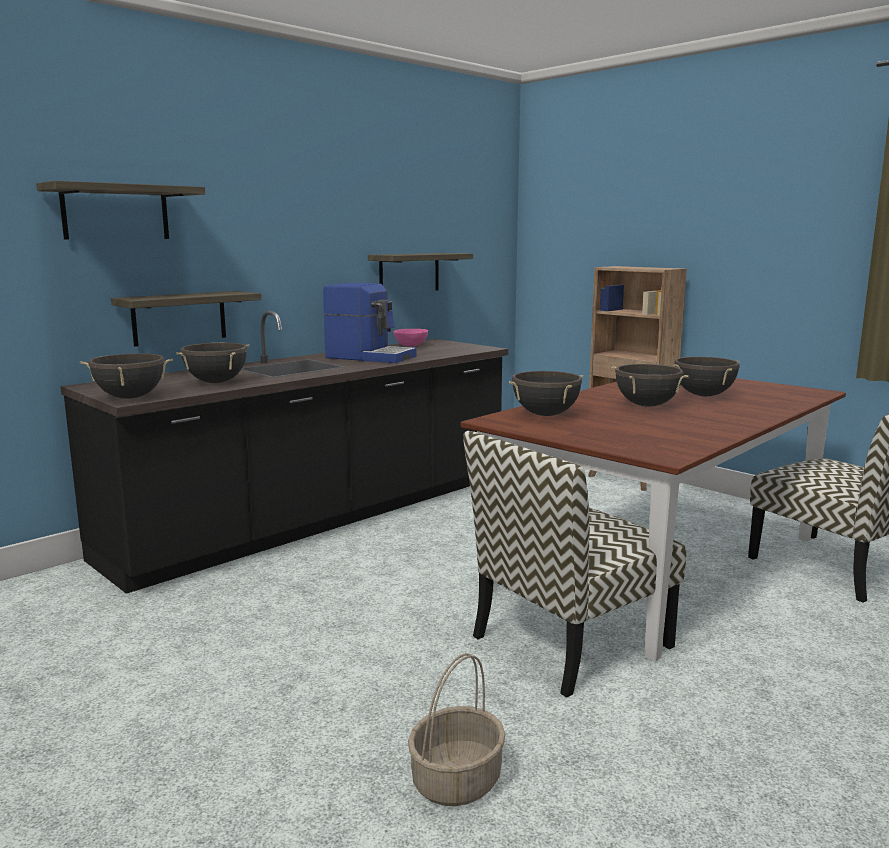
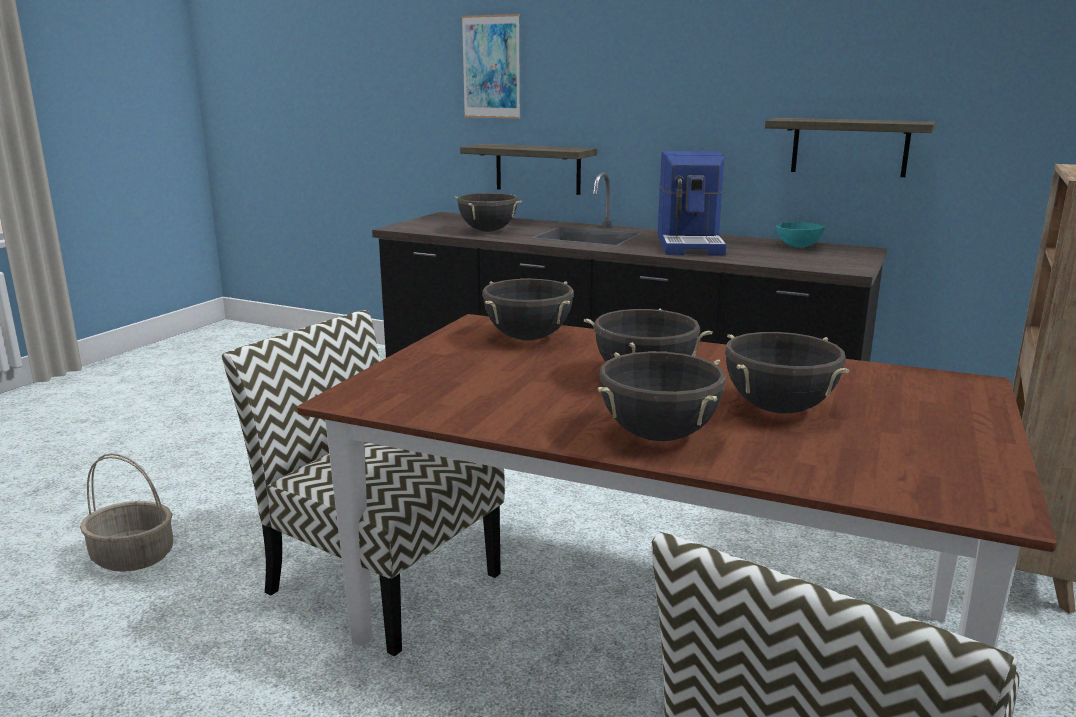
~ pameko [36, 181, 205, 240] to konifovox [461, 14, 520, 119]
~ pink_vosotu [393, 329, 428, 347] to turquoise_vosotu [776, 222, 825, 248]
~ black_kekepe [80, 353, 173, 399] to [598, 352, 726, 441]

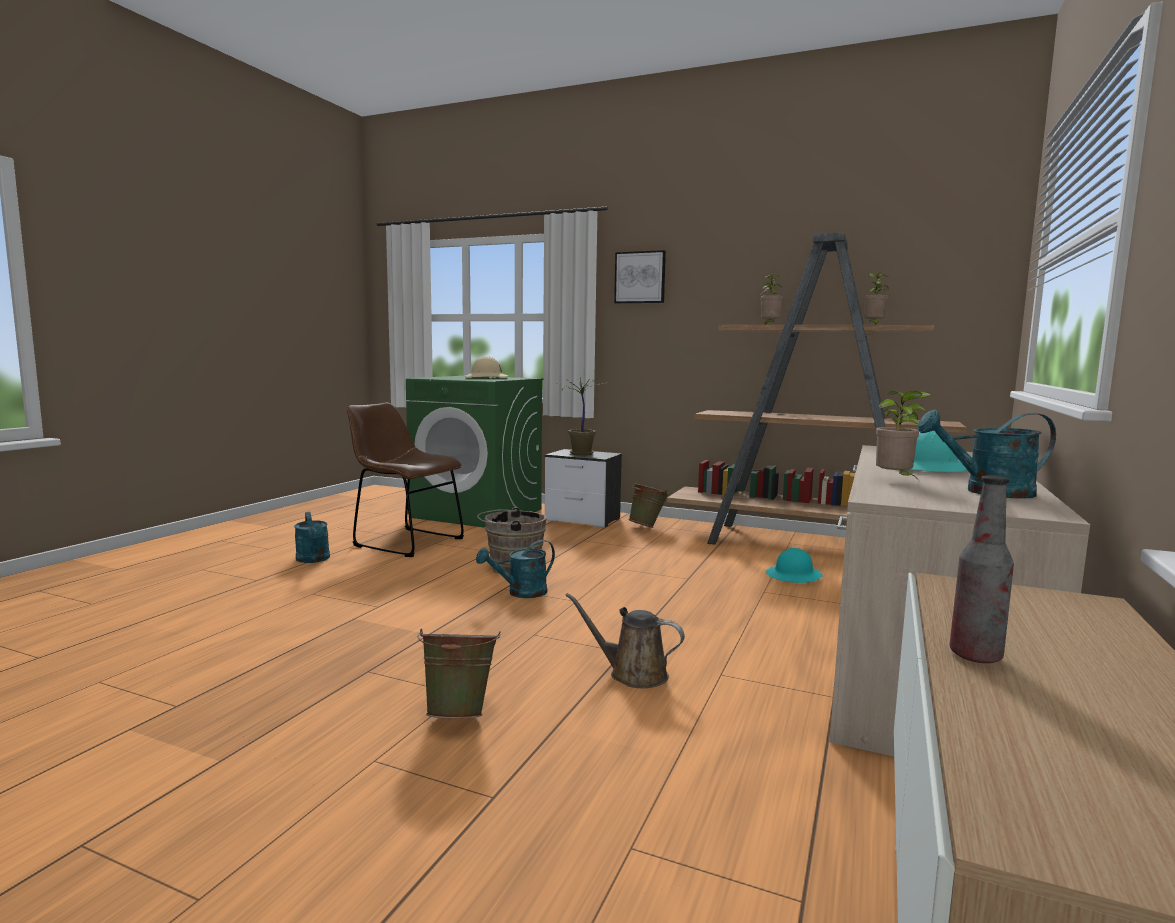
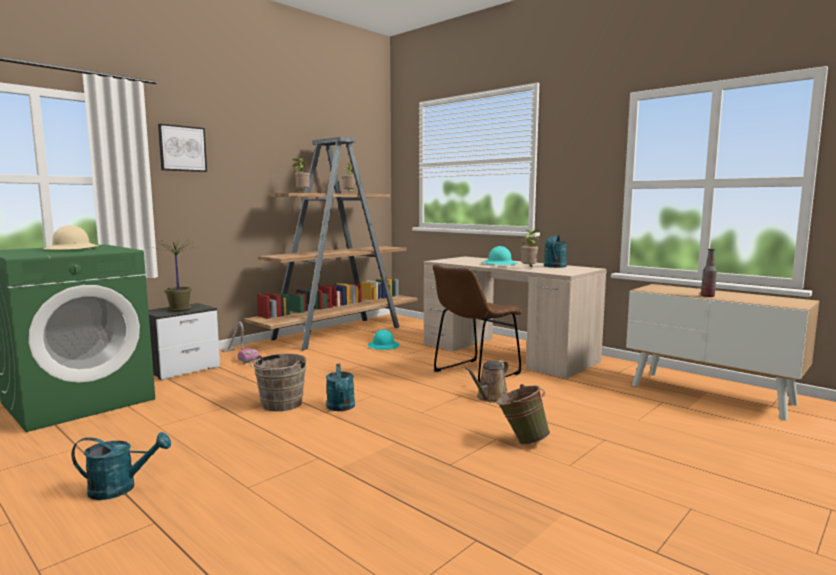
~ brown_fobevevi [347, 403, 464, 557] to [433, 264, 522, 383]
~ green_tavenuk [629, 484, 669, 528] to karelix [221, 322, 260, 364]

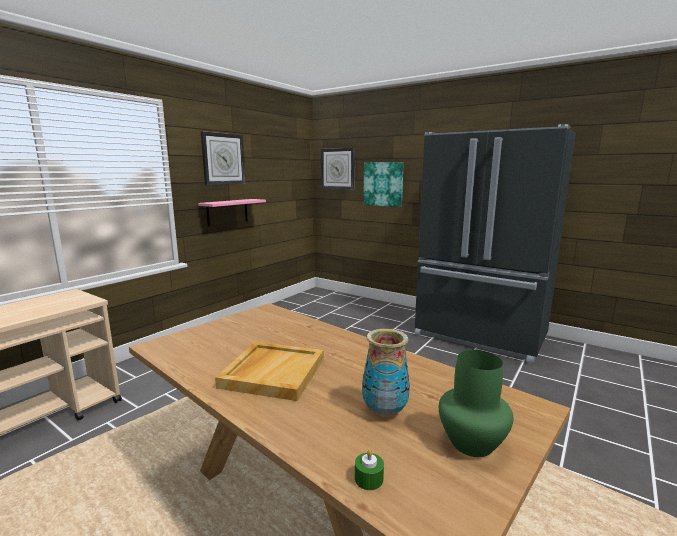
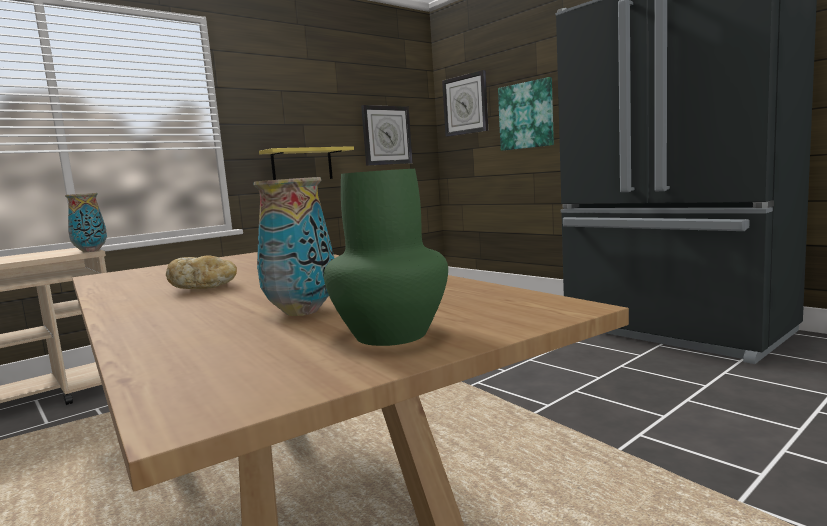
~ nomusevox [201, 131, 246, 185] to [361, 105, 413, 166]
~ pink_pameko [198, 199, 266, 226] to yellow_pameko [259, 146, 354, 180]
~ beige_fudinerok [215, 342, 324, 401] to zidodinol [166, 255, 237, 289]
- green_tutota [355, 449, 384, 490]
+ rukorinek [65, 193, 107, 252]

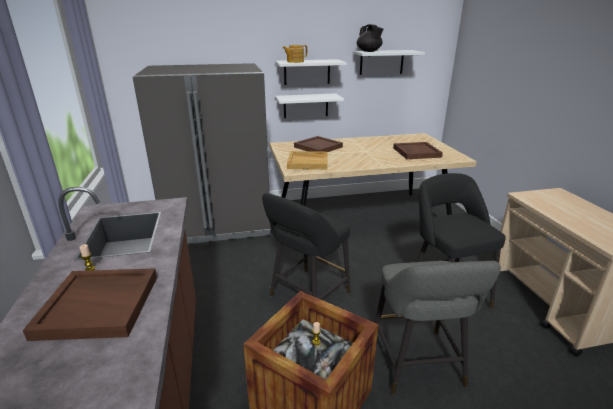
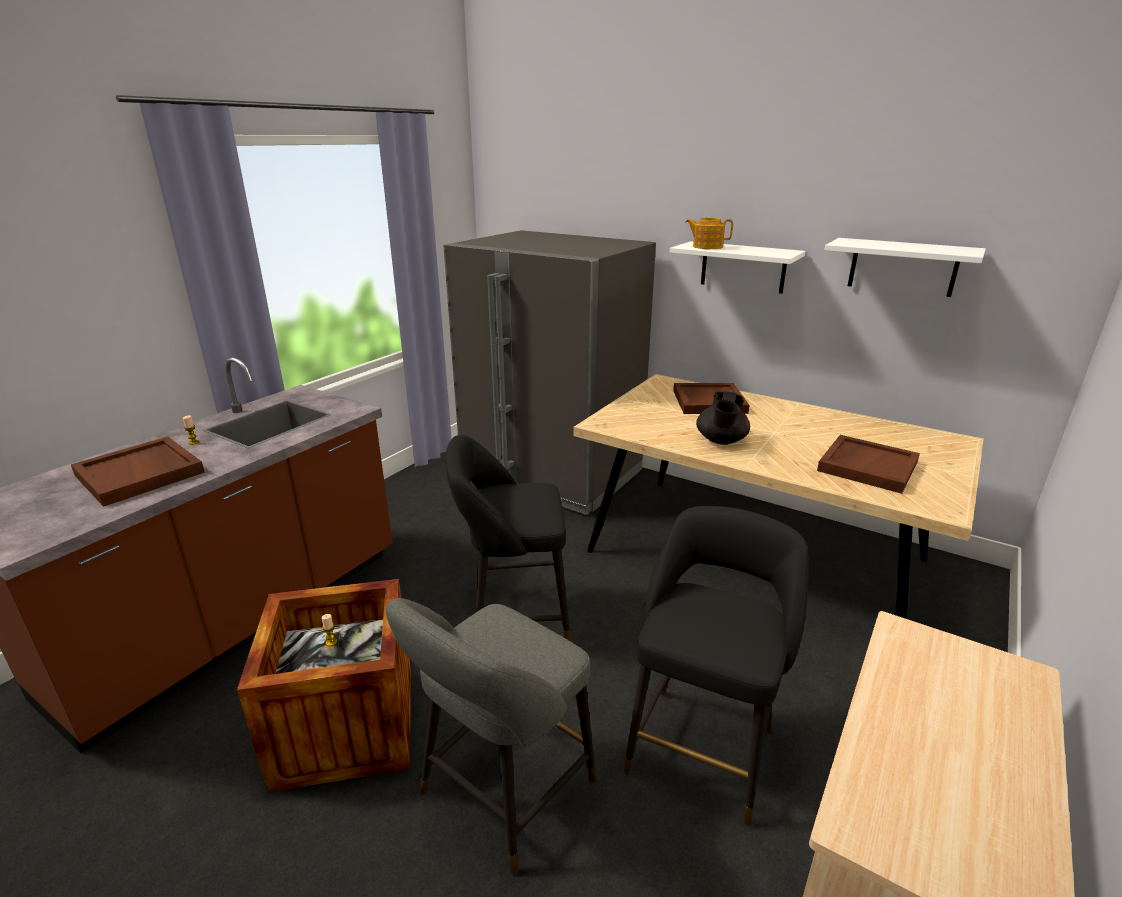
~ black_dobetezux [357, 24, 384, 52] to [696, 391, 750, 445]
- white_pameko [275, 93, 344, 118]
- beige_fudinerok [287, 151, 328, 170]

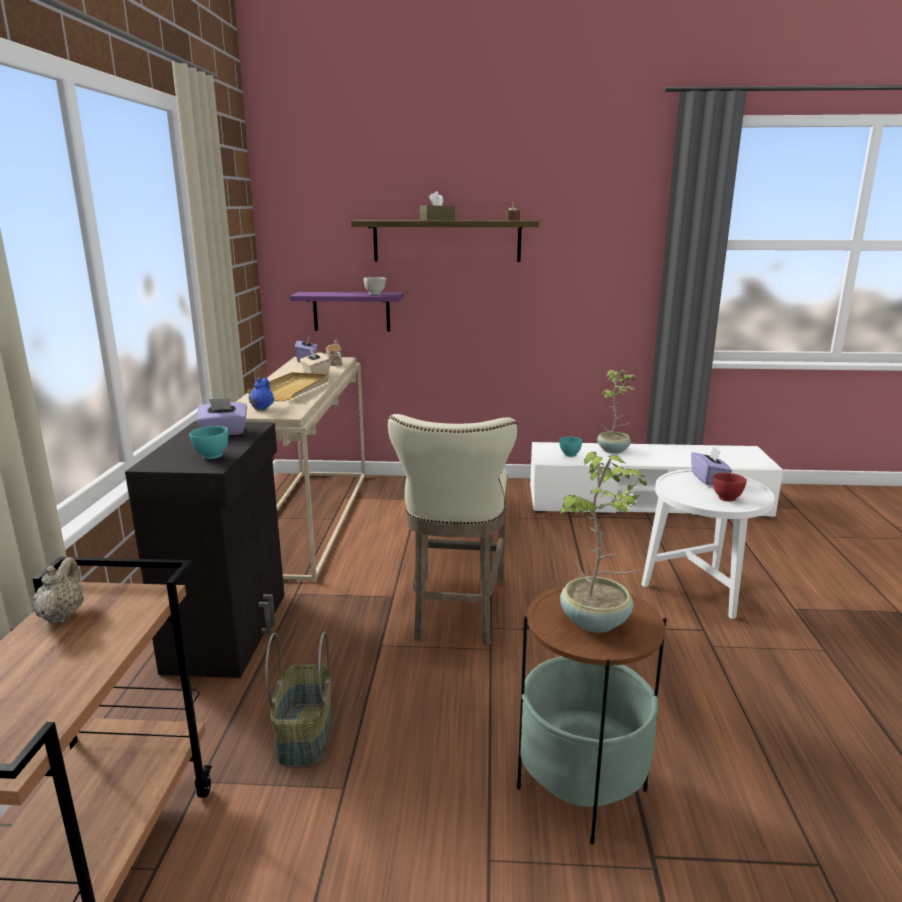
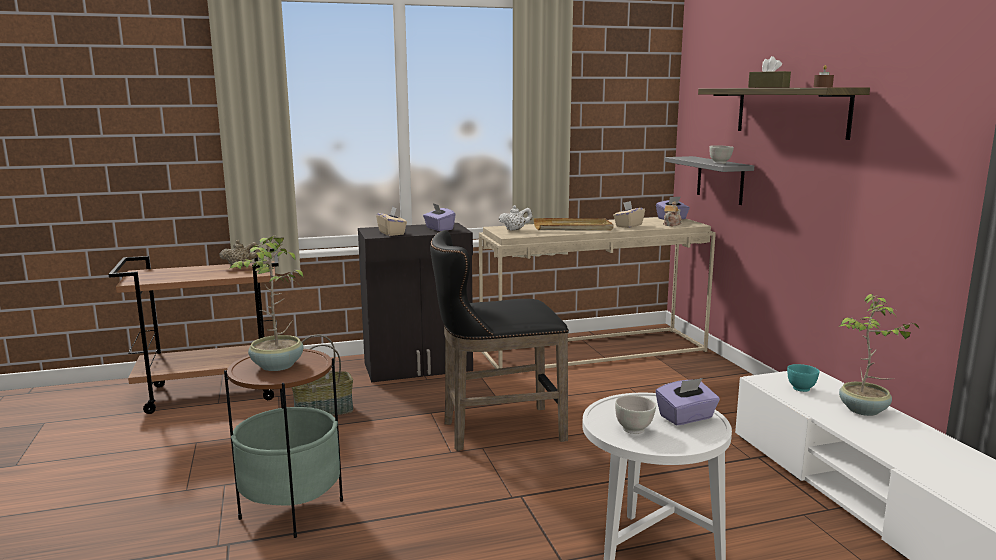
~ purple_pameko [290, 292, 404, 331] to grey_pameko [665, 156, 754, 205]
~ blue_dobetezux [248, 378, 274, 410] to white_dobetezux [499, 205, 532, 231]
~ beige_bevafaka [388, 414, 518, 645] to black_bevafaka [430, 230, 569, 451]
~ turquoise_vosotu [189, 426, 228, 459] to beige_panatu [376, 207, 407, 236]
~ red_vosotu [713, 473, 747, 502] to white_vosotu [615, 395, 656, 434]

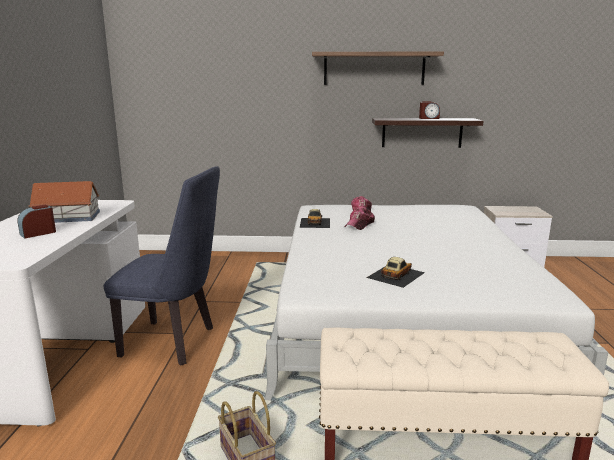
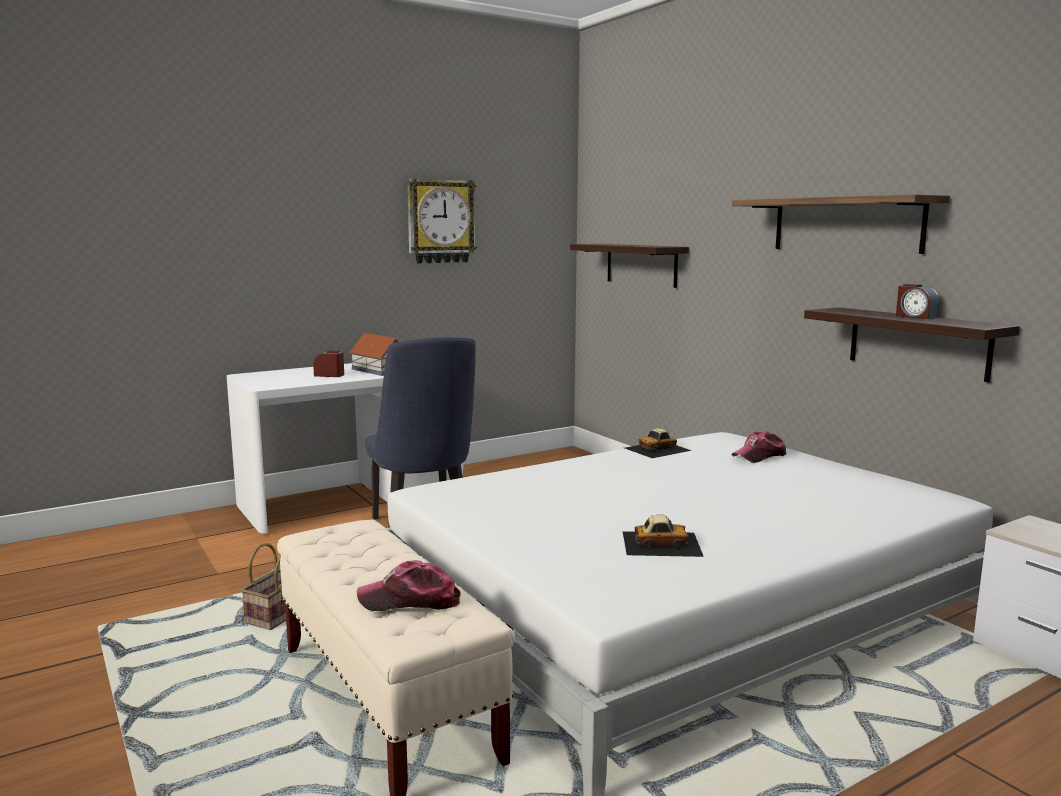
~ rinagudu [344, 208, 375, 230] to [357, 560, 461, 611]
~ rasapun [366, 257, 425, 288] to [623, 515, 704, 557]
+ nomusevox [407, 178, 477, 263]
+ pameko [570, 244, 689, 288]

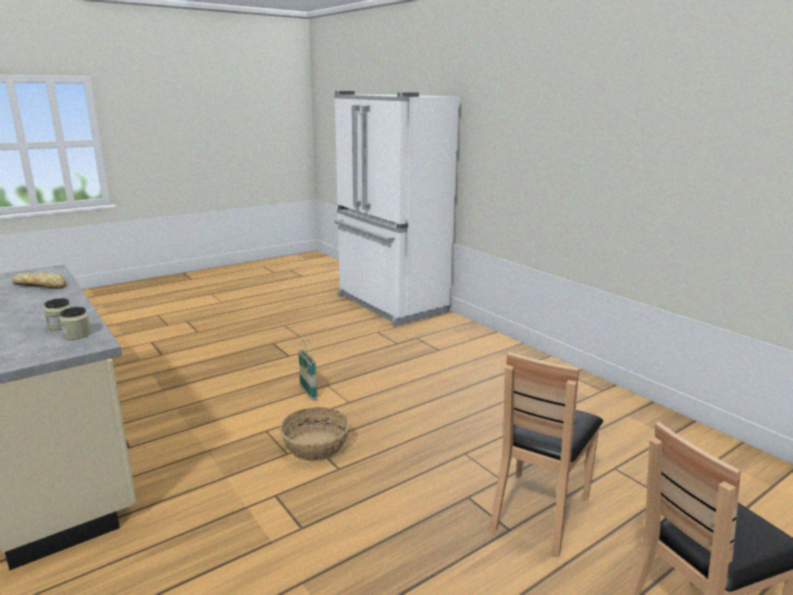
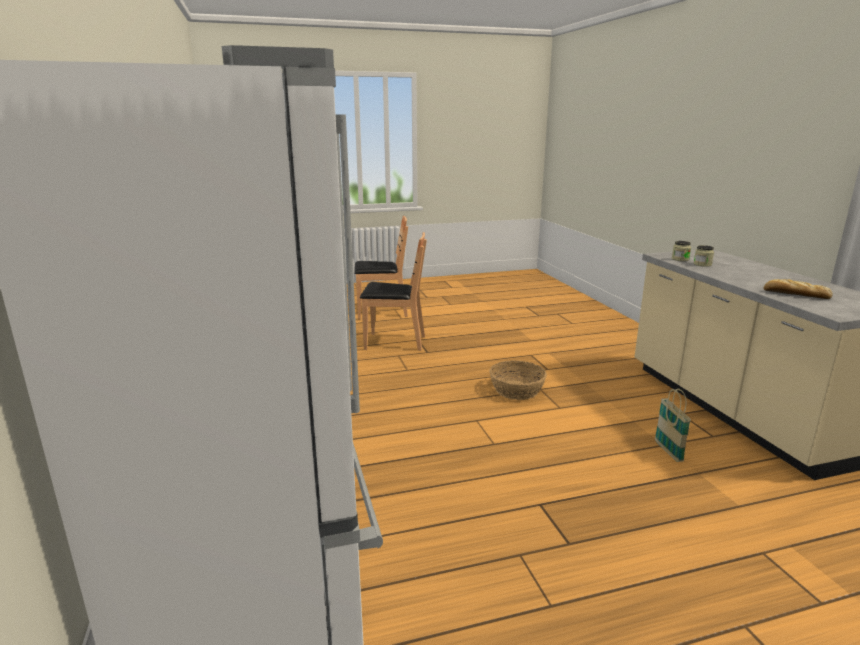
~ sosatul [298, 339, 318, 401] to [655, 389, 691, 462]
~ brown_fobevevi [489, 352, 603, 557] = [360, 232, 427, 351] 45 degrees clockwise

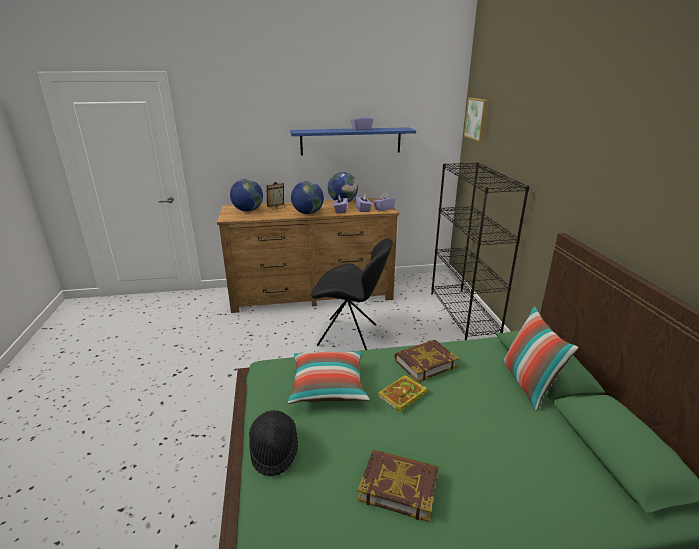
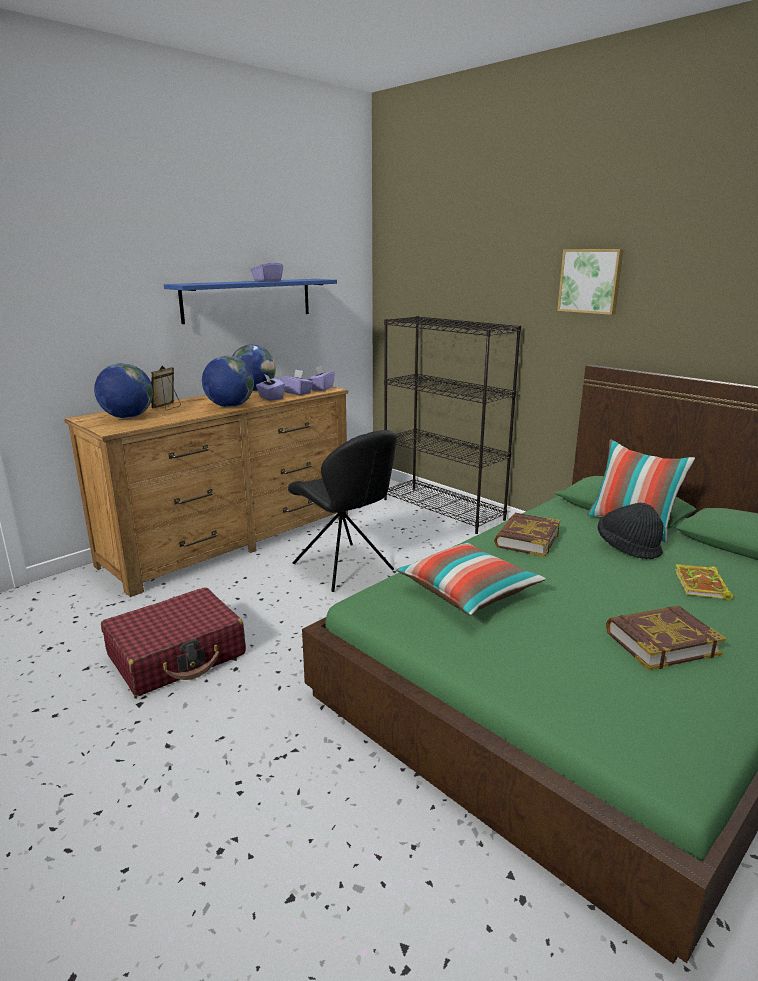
~ konifovox [464, 98, 489, 141] to [557, 249, 624, 315]
~ black_fobevevi [311, 238, 393, 350] = [288, 430, 397, 592] 75 degrees clockwise
~ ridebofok [378, 375, 428, 412] to [675, 564, 733, 600]
~ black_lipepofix [249, 410, 298, 476] to [598, 503, 664, 559]
+ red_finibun [101, 587, 246, 696]

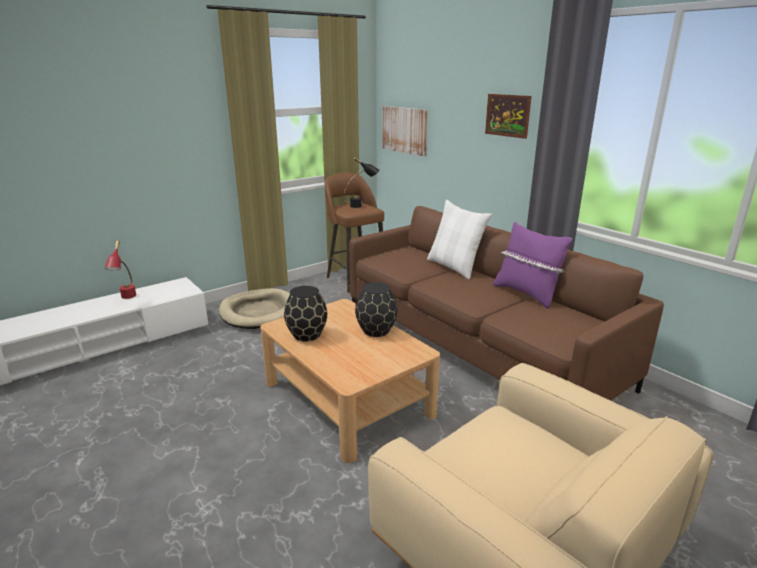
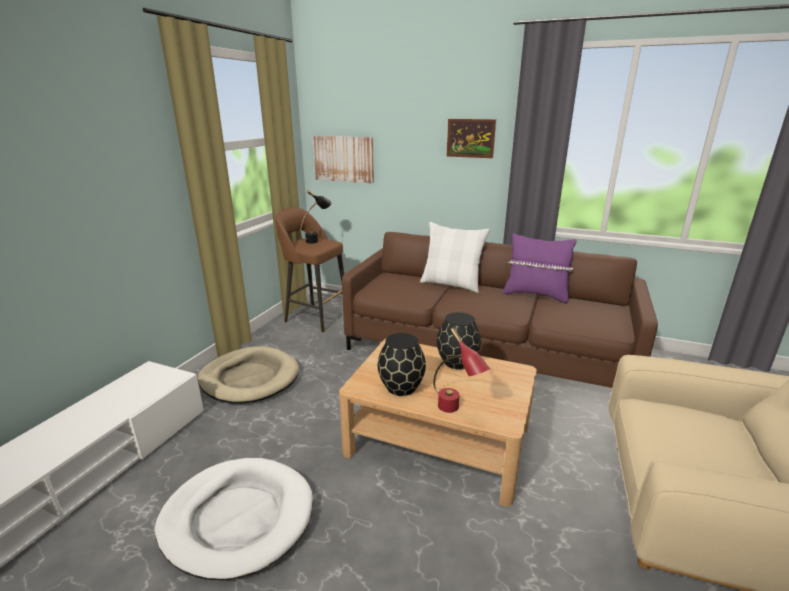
~ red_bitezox [105, 241, 136, 299] to [433, 328, 490, 413]
+ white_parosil [155, 458, 313, 580]

